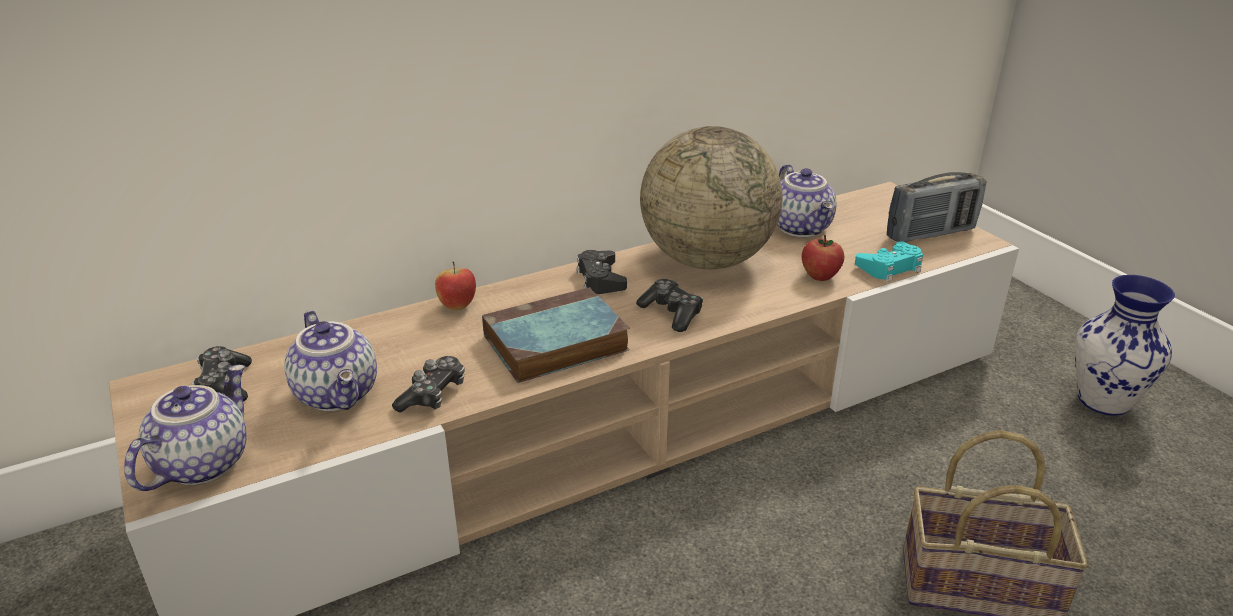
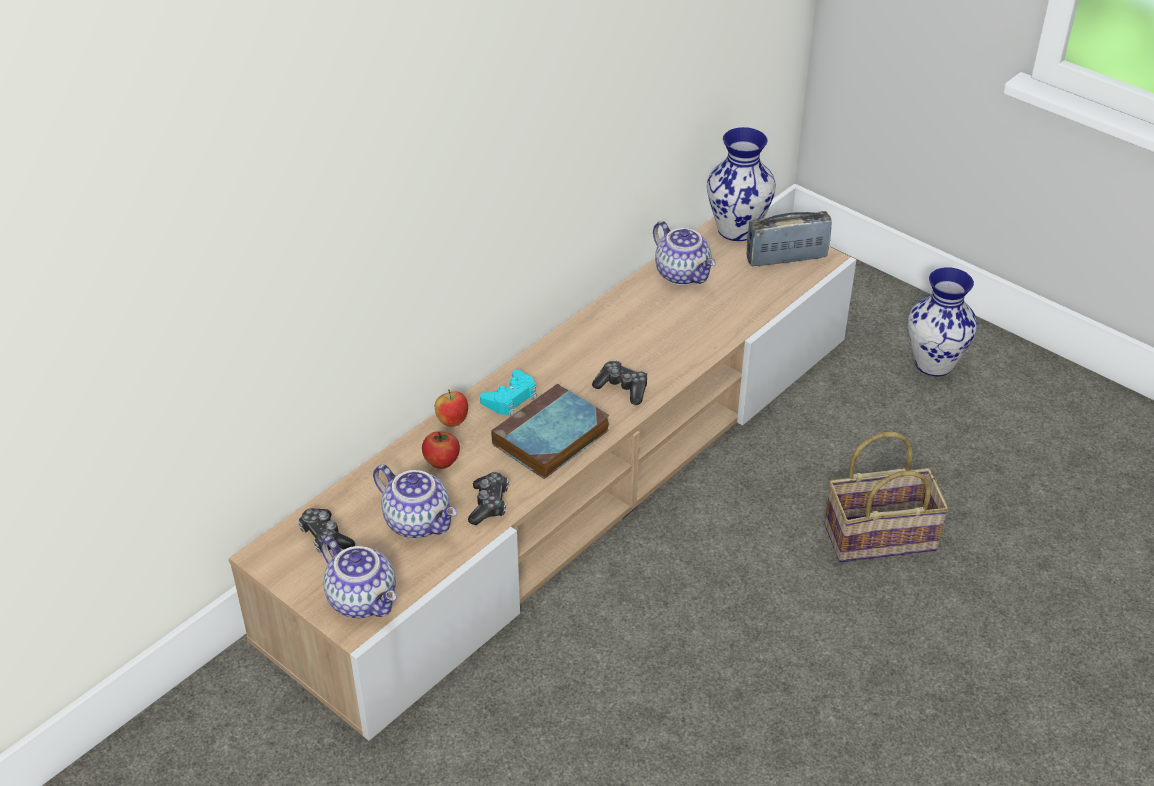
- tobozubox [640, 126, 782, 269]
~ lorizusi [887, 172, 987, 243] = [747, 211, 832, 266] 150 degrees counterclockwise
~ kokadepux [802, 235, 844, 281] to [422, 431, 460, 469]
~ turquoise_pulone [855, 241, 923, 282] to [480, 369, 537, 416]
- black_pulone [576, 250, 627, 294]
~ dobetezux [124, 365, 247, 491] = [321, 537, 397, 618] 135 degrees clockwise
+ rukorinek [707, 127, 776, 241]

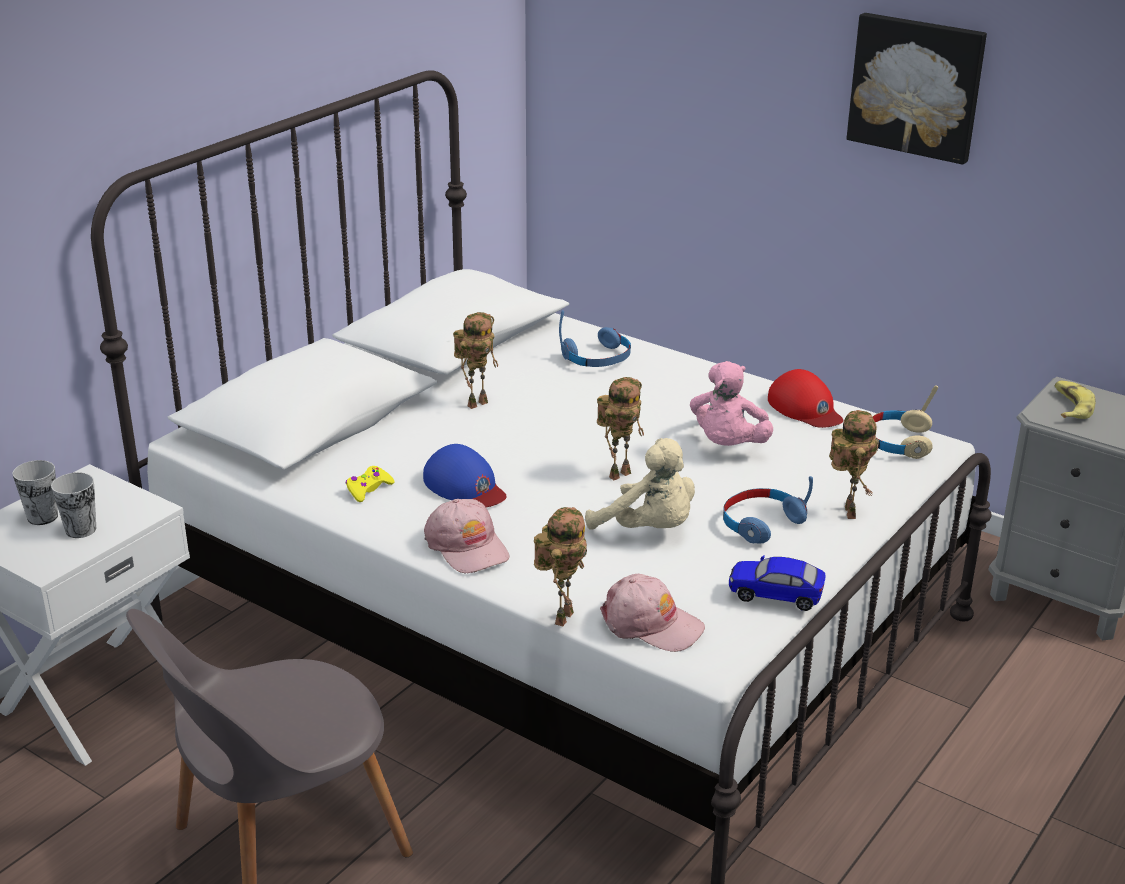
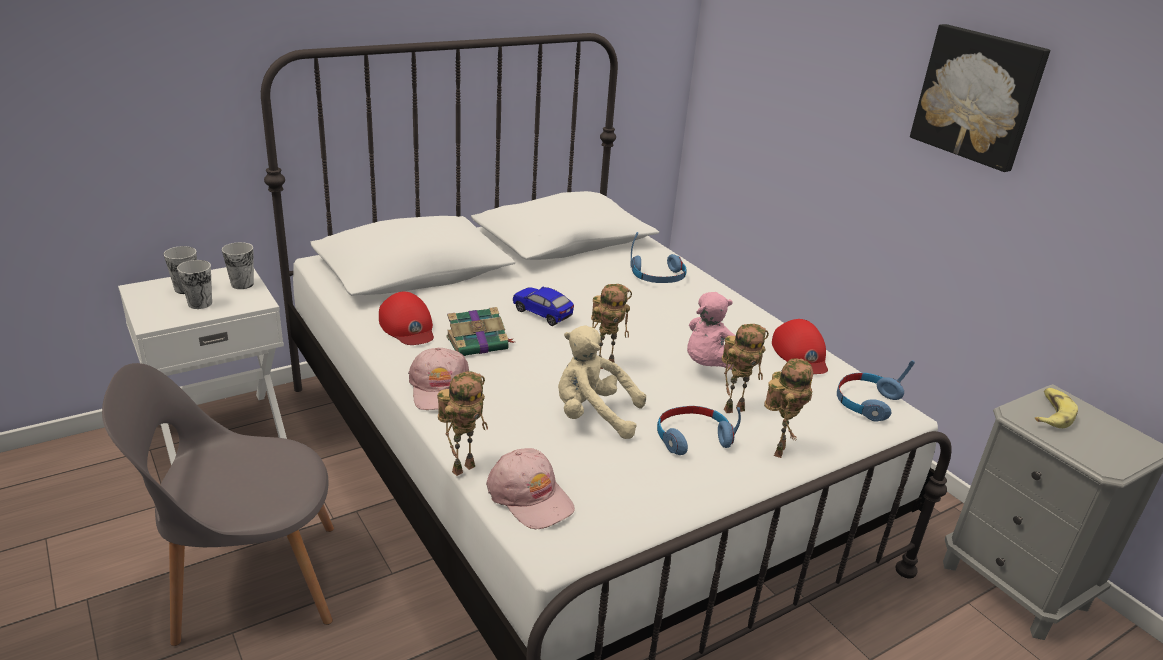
~ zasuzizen [453, 312, 498, 409] to [722, 324, 769, 413]
~ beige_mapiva [872, 385, 938, 459] to blue_mapiva [837, 360, 915, 422]
~ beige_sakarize [585, 438, 695, 530] = [558, 325, 646, 439] 135 degrees clockwise
~ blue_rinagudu [423, 444, 507, 507] to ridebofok [446, 307, 514, 356]
~ yellow_pulone [345, 466, 395, 502] to red_rinagudu [379, 291, 434, 345]
~ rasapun [729, 555, 825, 611] to [513, 286, 574, 326]
+ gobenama [222, 242, 254, 289]

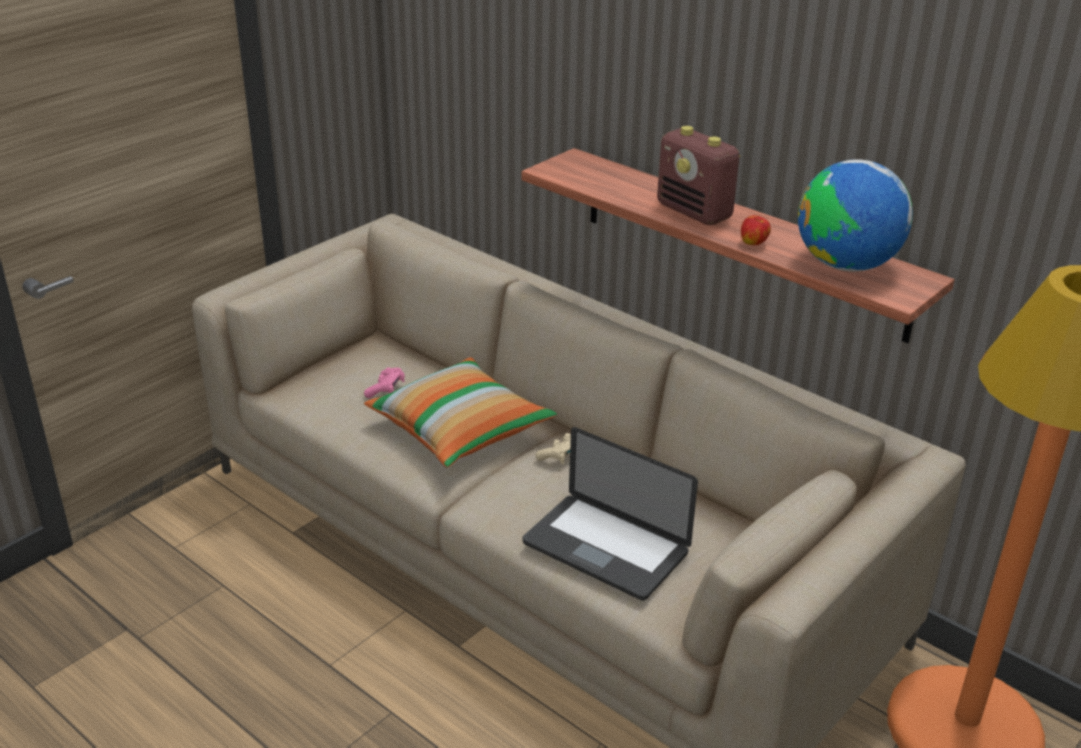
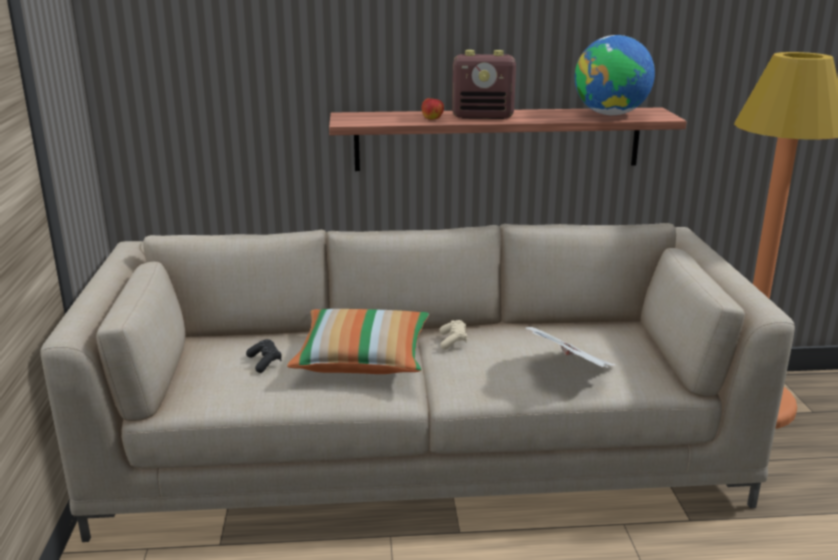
~ kokadepux [741, 215, 771, 245] to [421, 98, 444, 120]
~ pink_pulone [364, 368, 405, 398] to black_pulone [246, 339, 282, 373]
~ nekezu [522, 427, 698, 601] to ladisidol [526, 327, 615, 368]

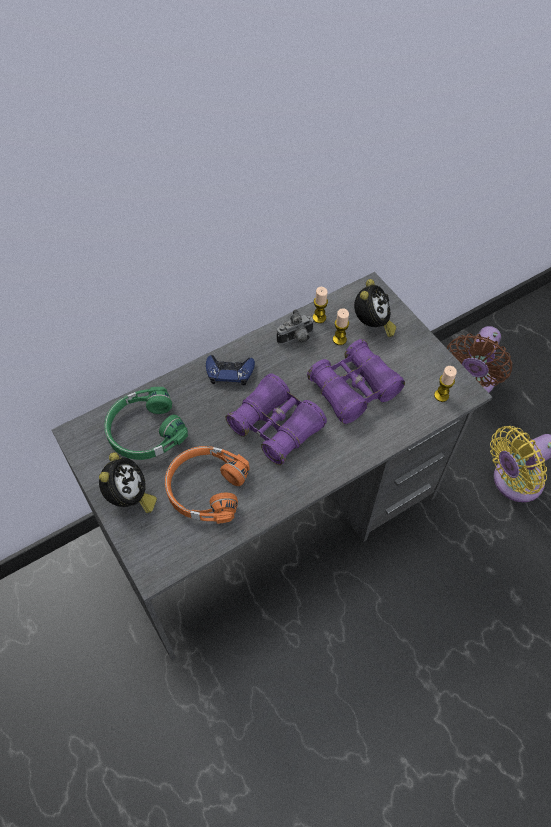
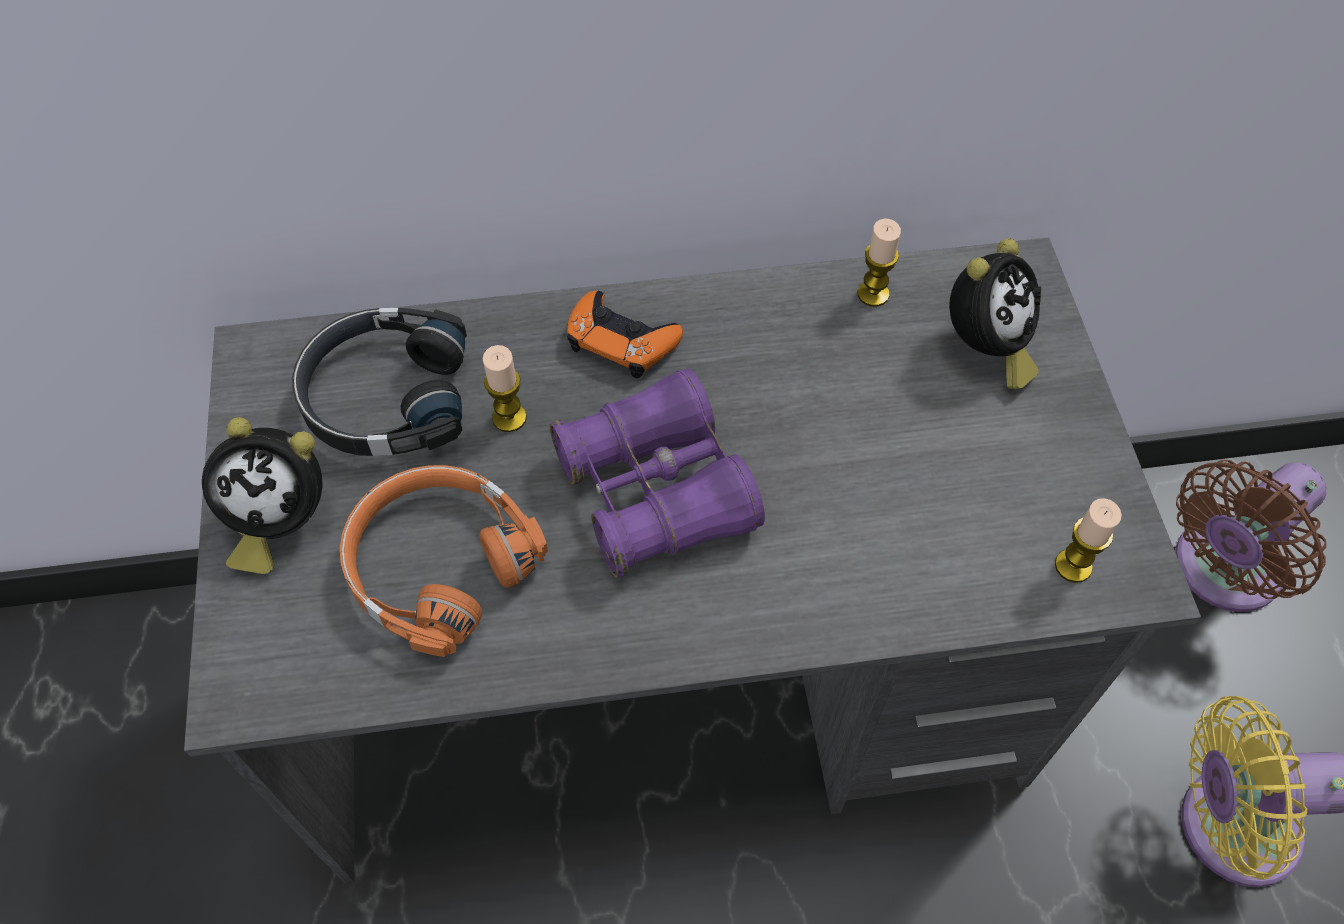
~ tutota [333, 308, 349, 345] to [483, 345, 527, 432]
- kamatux [277, 309, 314, 344]
- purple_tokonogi [307, 339, 405, 424]
~ blue_pulone [206, 355, 255, 386] to orange_pulone [567, 290, 683, 378]
~ green_mapiva [104, 387, 188, 460] to black_mapiva [292, 308, 467, 456]
~ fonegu [99, 452, 157, 513] = [202, 417, 322, 574] 60 degrees clockwise

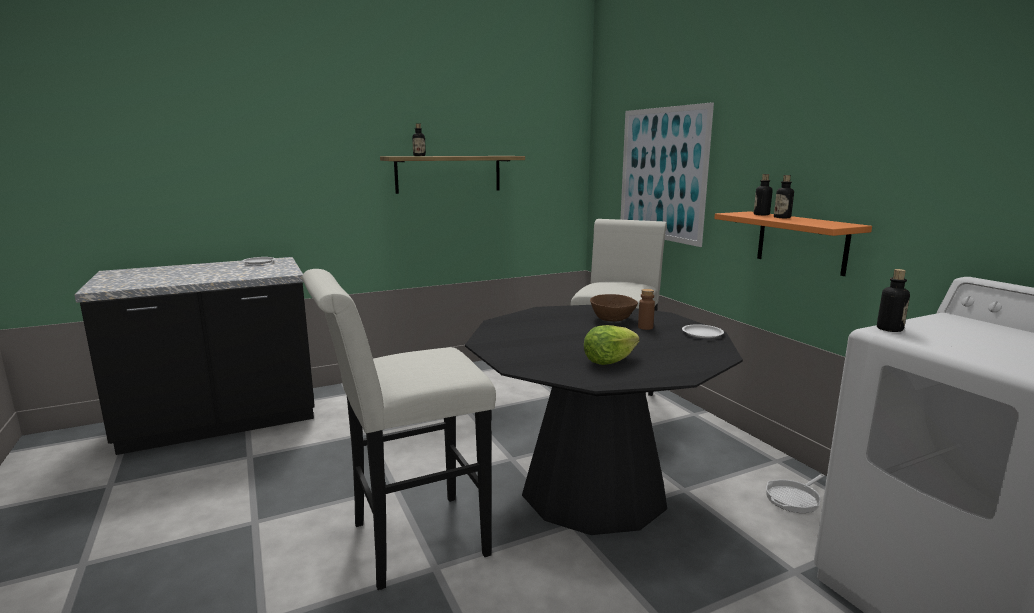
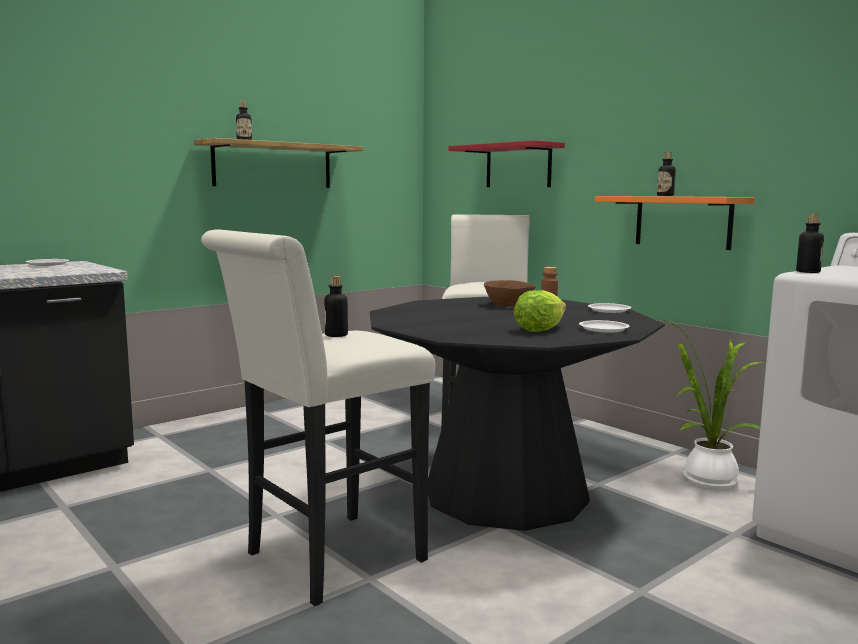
~ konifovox [620, 102, 714, 247] to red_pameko [449, 140, 565, 187]
~ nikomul [754, 174, 773, 215] to [324, 276, 348, 337]
~ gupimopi [766, 474, 825, 513] to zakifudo [663, 320, 763, 489]
+ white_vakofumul [579, 320, 630, 333]

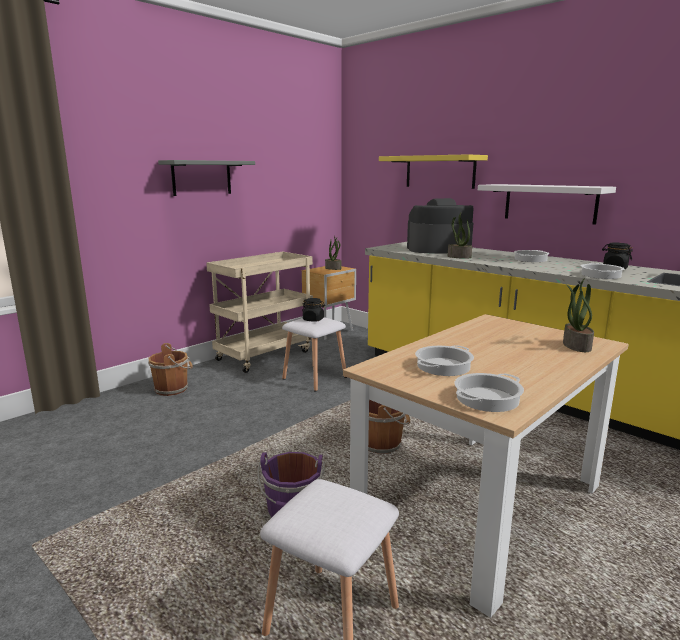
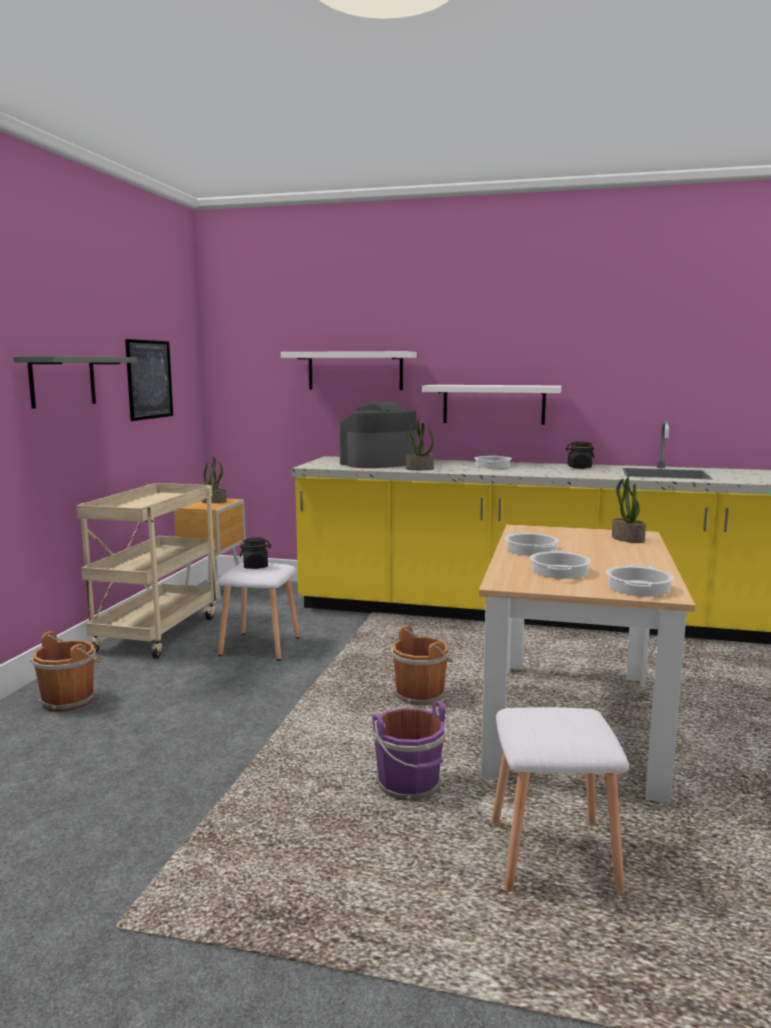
~ yellow_pameko [379, 154, 488, 189] to white_pameko [281, 351, 417, 390]
~ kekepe [581, 263, 625, 279] to [505, 532, 559, 556]
+ konifovox [125, 339, 173, 421]

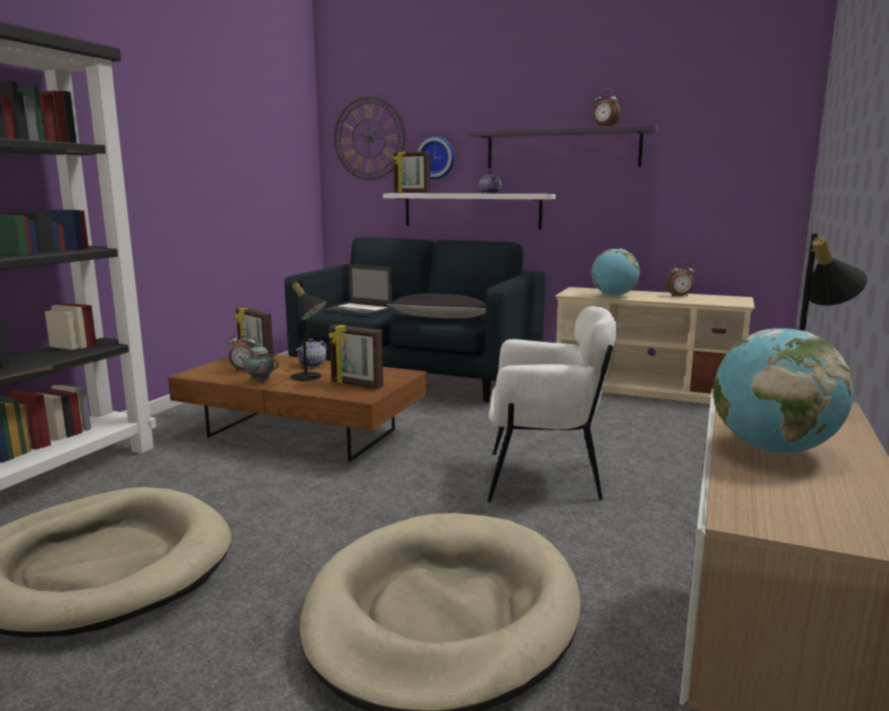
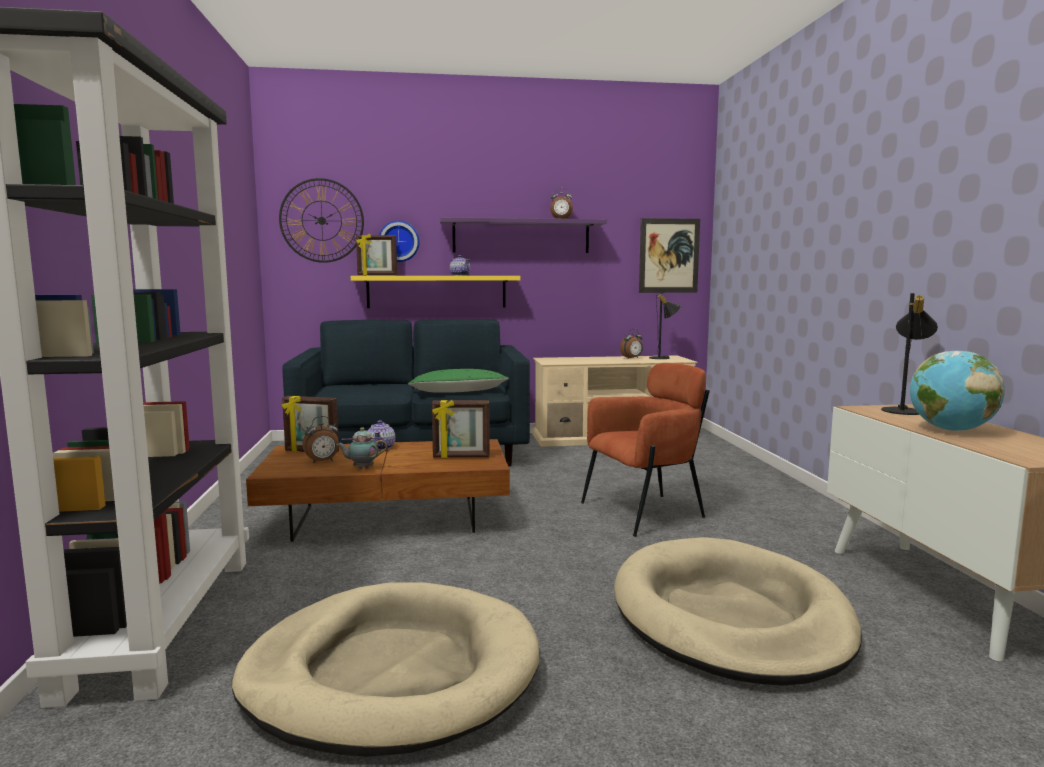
~ white_pameko [383, 193, 556, 229] to yellow_pameko [351, 276, 520, 308]
- tobozubox [591, 249, 640, 296]
- nekezu [325, 264, 392, 316]
~ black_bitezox [290, 280, 327, 381] to [649, 293, 681, 359]
~ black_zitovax [387, 293, 486, 318] to green_zitovax [408, 369, 509, 393]
~ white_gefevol [487, 306, 617, 502] to brown_gefevol [581, 363, 710, 537]
+ konifovox [639, 218, 700, 293]

